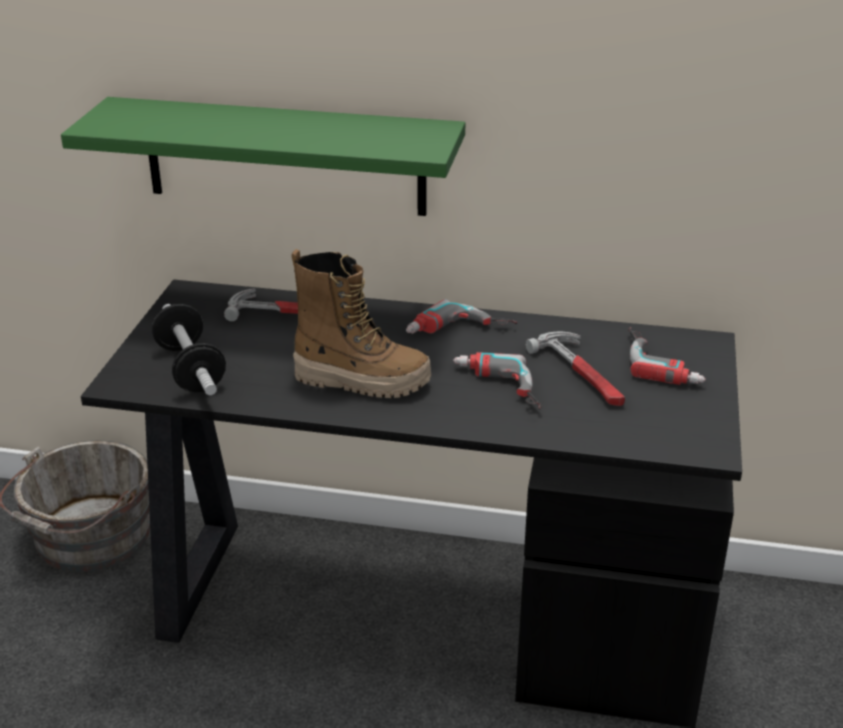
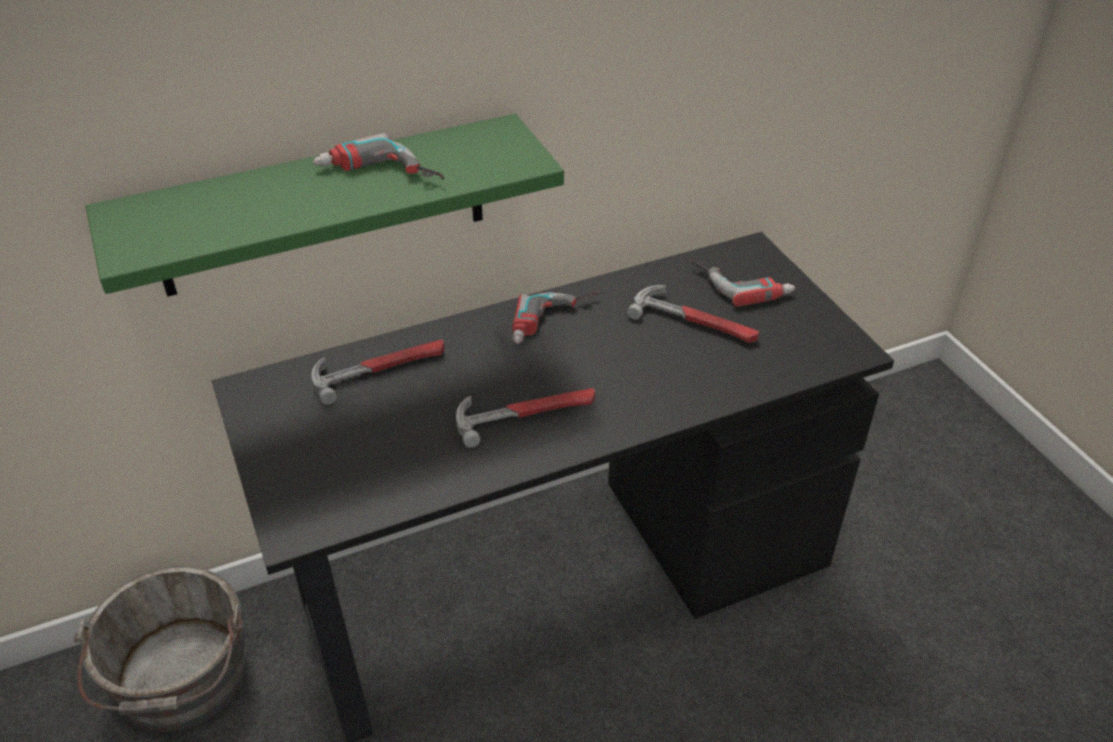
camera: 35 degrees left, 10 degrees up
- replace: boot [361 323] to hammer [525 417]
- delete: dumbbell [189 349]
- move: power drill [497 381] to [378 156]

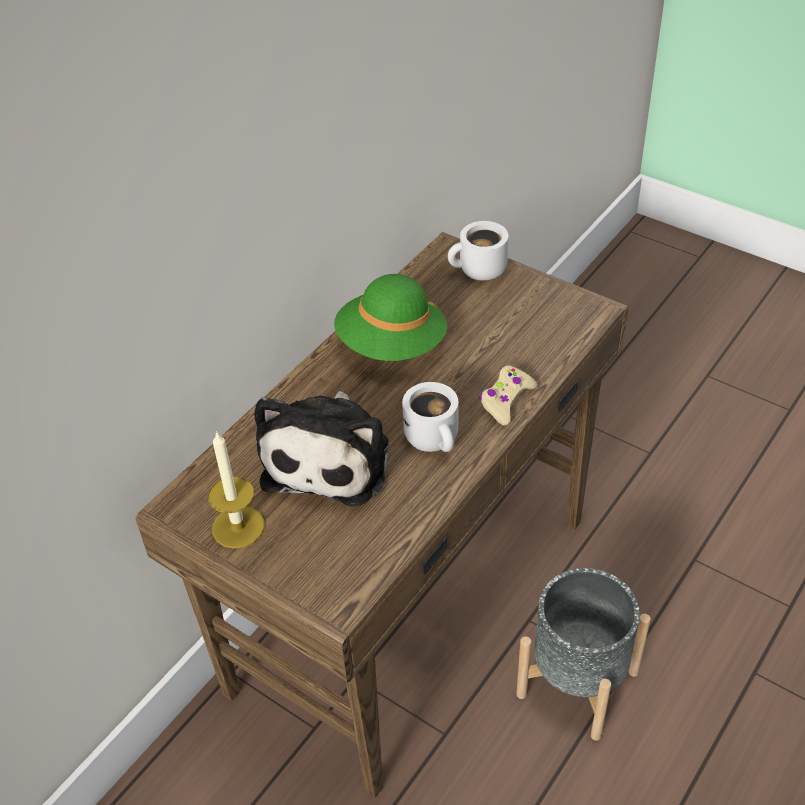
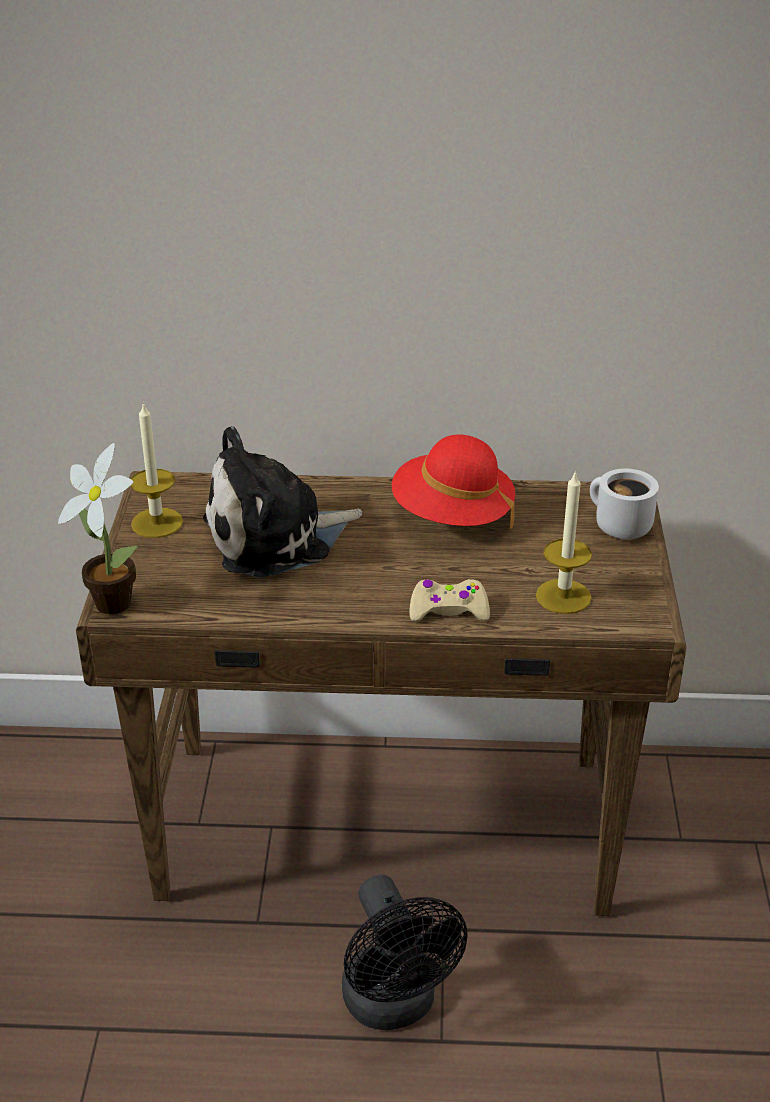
camera: 55 degrees right, 10 degrees down
- recolor: green hat [390 317] to red hat [453 482]
- delete: white mug [430 417]
- replace: grey planter [583 654] to black fan [405 952]
- insert: potted plant [98 528]
- insert: candle [564 542]

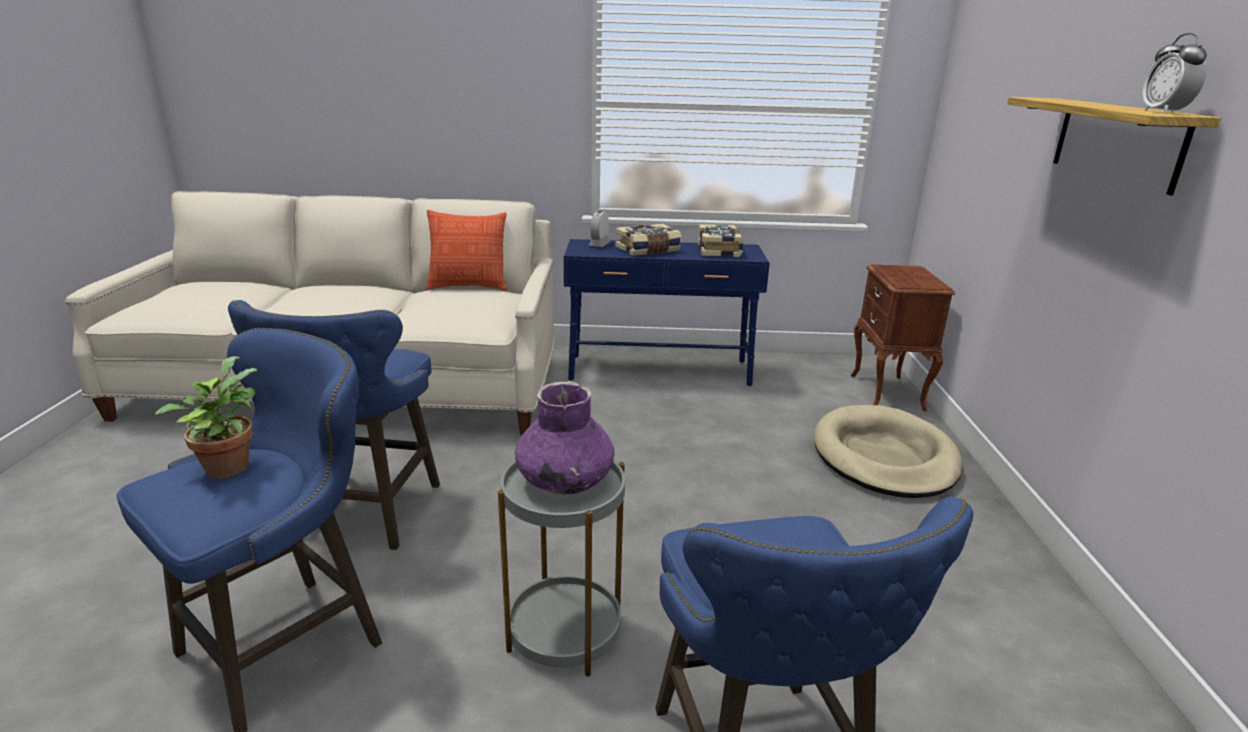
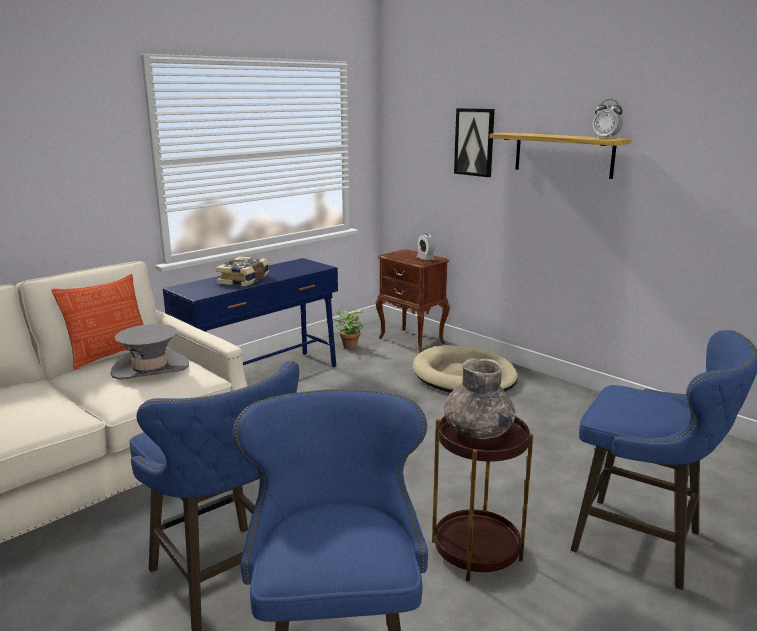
camera: 45 degrees left, 5 degrees down
- move: alarm clock [599 229] to [426 247]
- delete: book [720 240]
- move: potted plant [206 417] to [348 329]
- recolor: purple vase [564 438] to grey vase [480 398]
- recolor: grey side table [561 568] to brown side table [483 498]
- insert: picture [474 142]
- insert: grey hat [149 352]

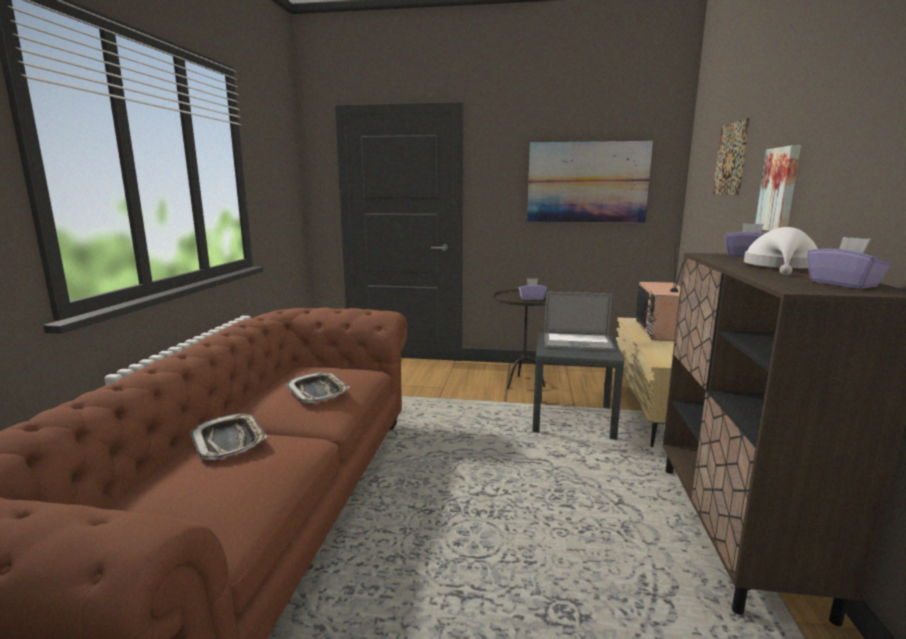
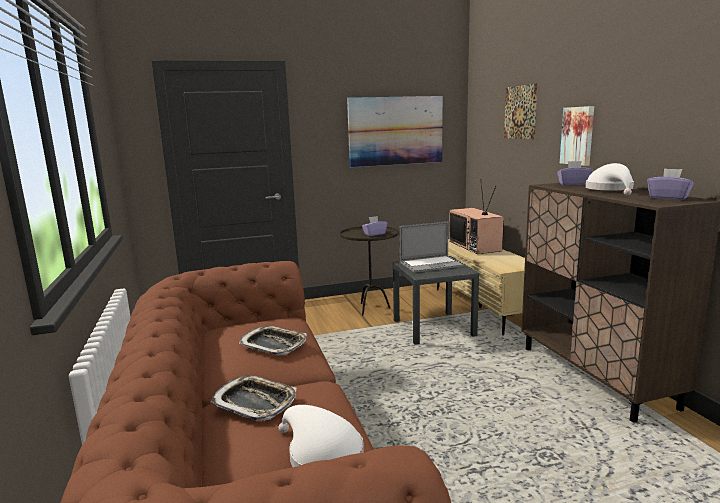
camera: 25 degrees left, 0 degrees up
- insert: white hat [321 436]

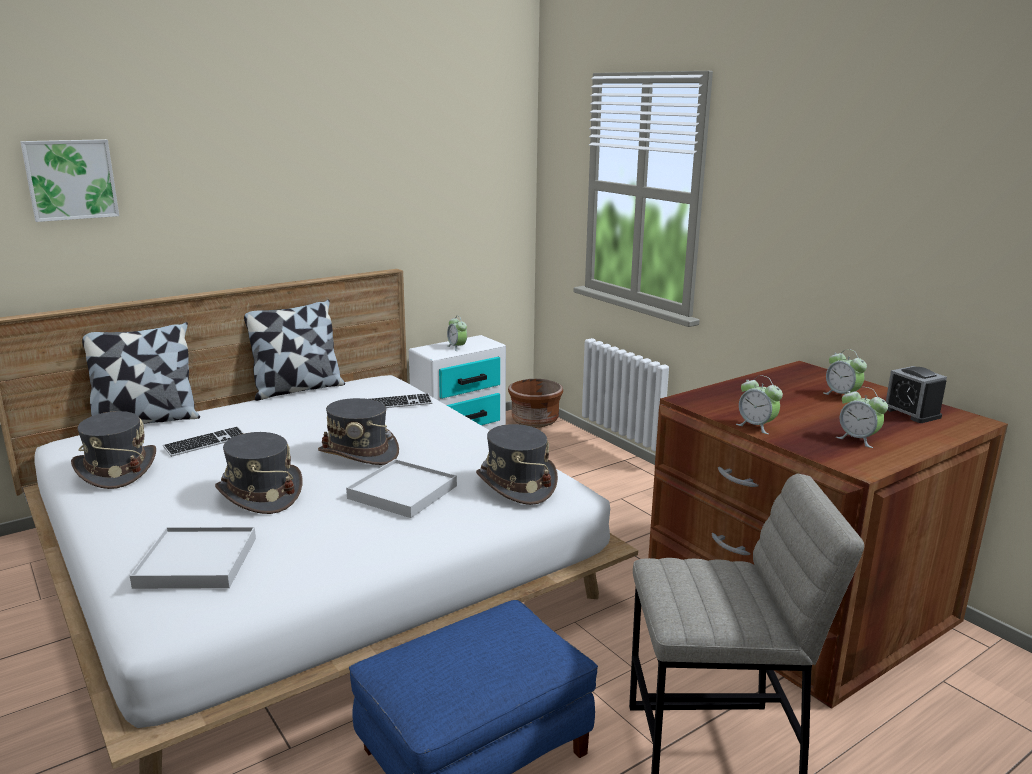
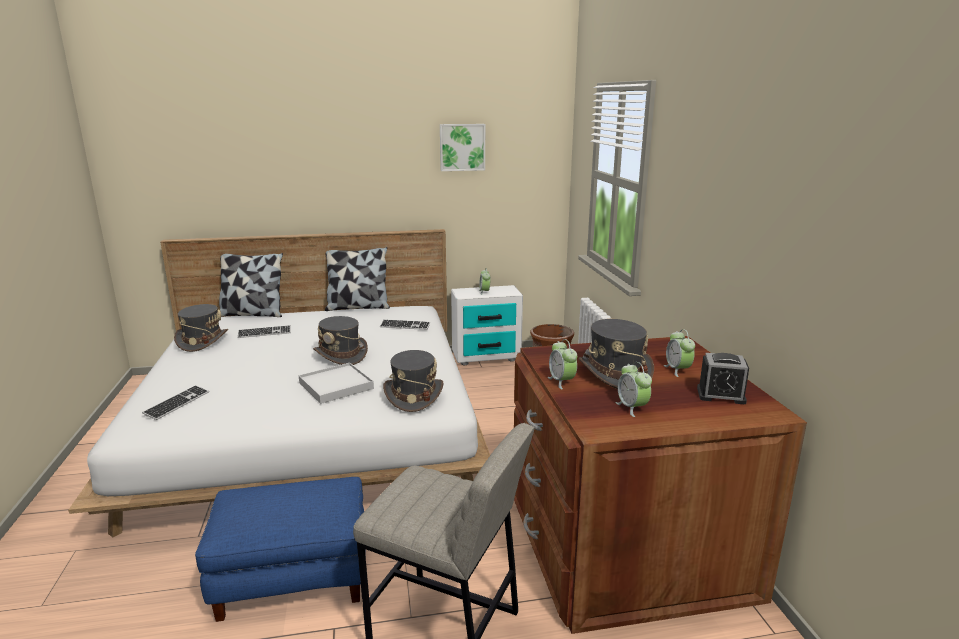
camera: 25 degrees right, 0 degrees up
- move: picture [69 180] to [462 147]
- rotate: alarm clock [916 394] = [723 378] 75 degrees counterclockwise
- move: grey hat [258 473] to [616 354]
- replace: white tray [193 558] to keyboard [175 402]

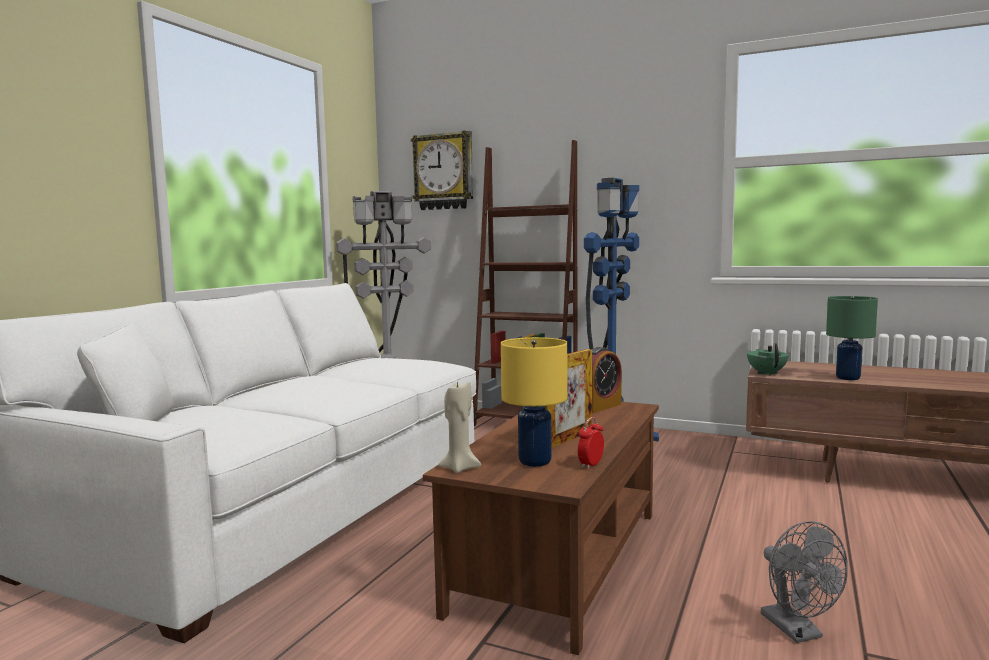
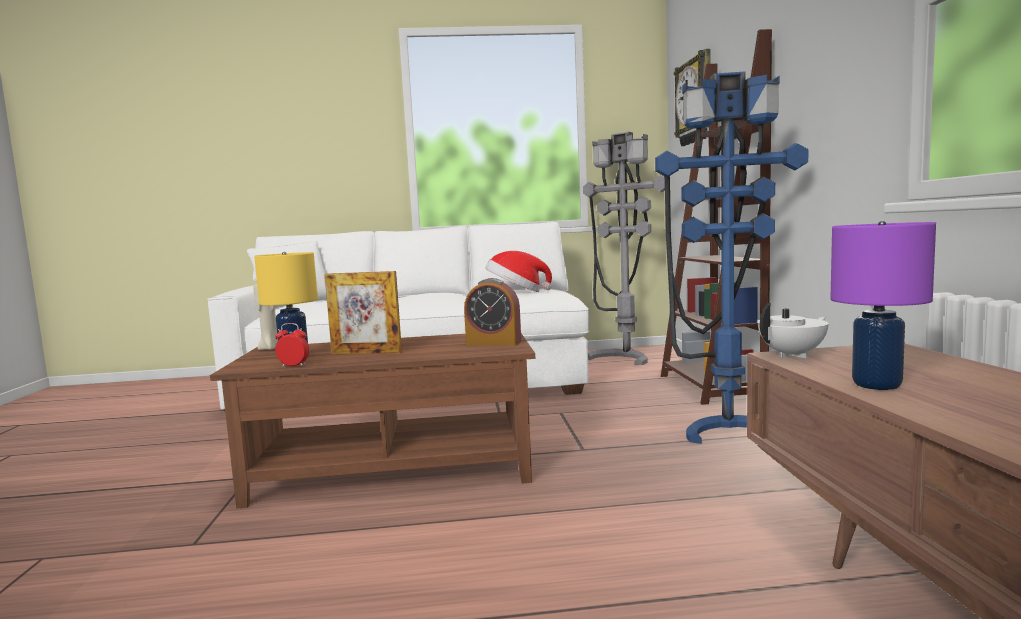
camera: 60 degrees right, 0 degrees up
- recolor: green table lamp [852 338] to purple table lamp [883 305]
- recolor: green teapot [768 359] to white teapot [793 331]
- delete: grey fan [804 582]
- insert: hat [518 271]

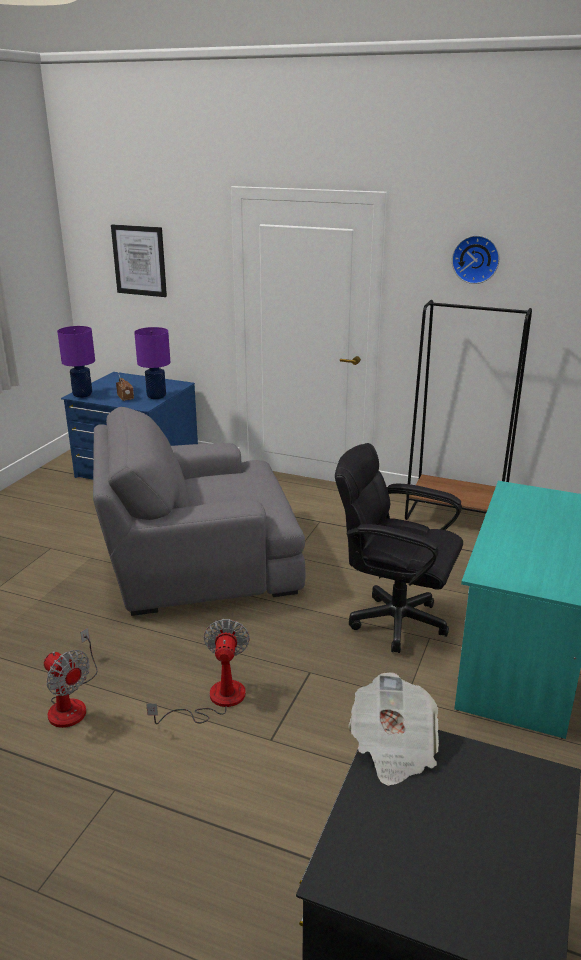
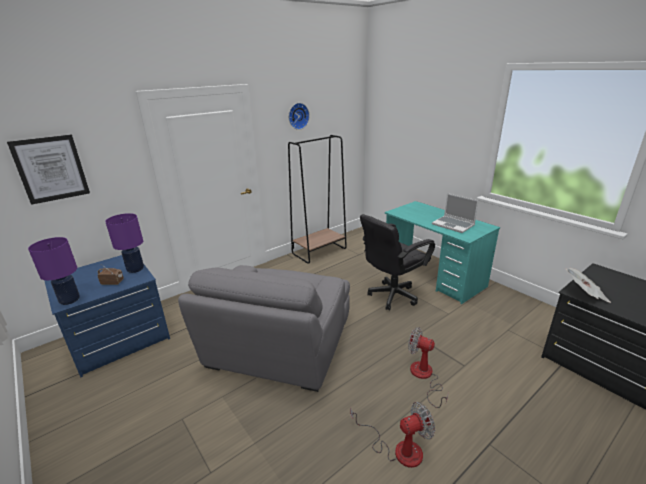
camera: 60 degrees left, 0 degrees up
- insert: laptop [455 213]

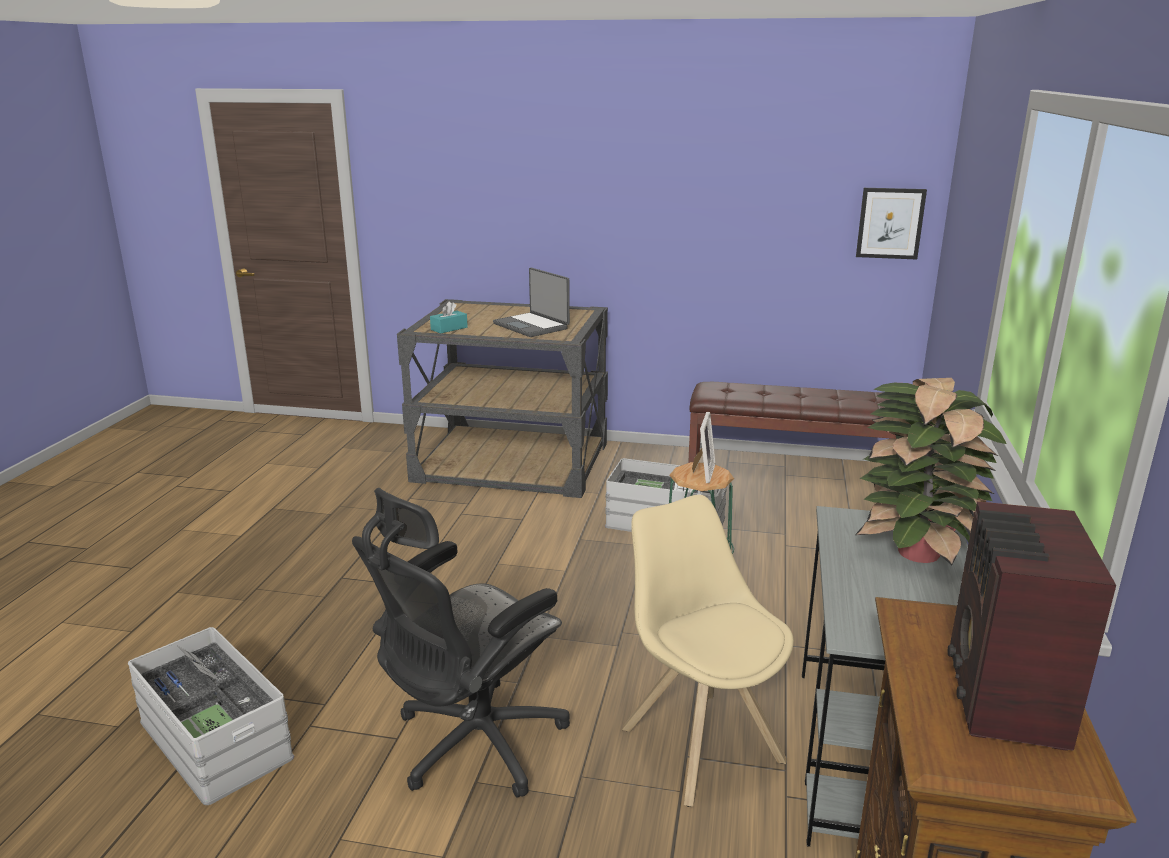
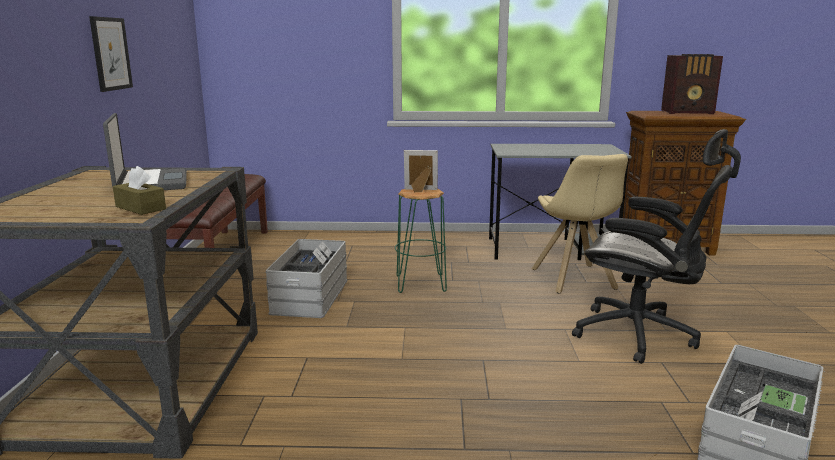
camera: 100 degrees left, 5 degrees down
- move: picture [891 223] to [111 54]
- rotate: laptop [531 302] = [145 151] 60 degrees counterclockwise
- recolor: turquoise tissue box [449 317] to brown tissue box [139 190]
- delete: potted plant [931 471]
- rotate: beige chair [708 651] = [580 223] 60 degrees counterclockwise

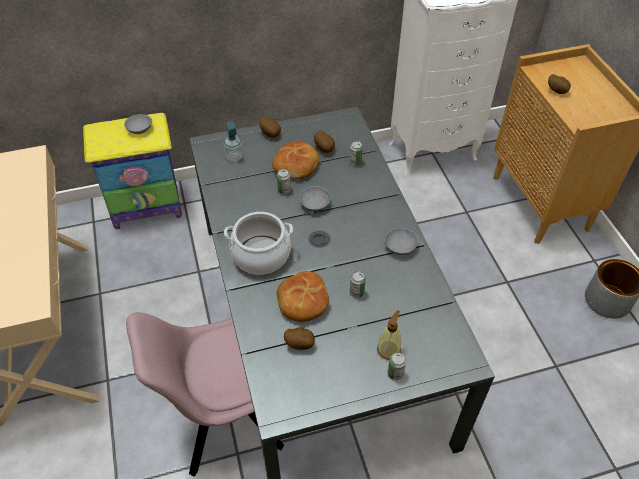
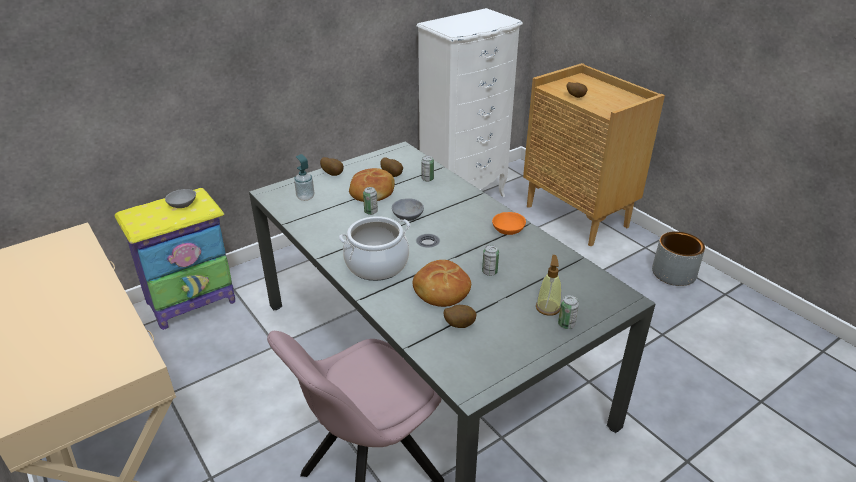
camera: 20 degrees left, 15 degrees down
- recolor: grey bowl [401 241] to orange bowl [509 223]

